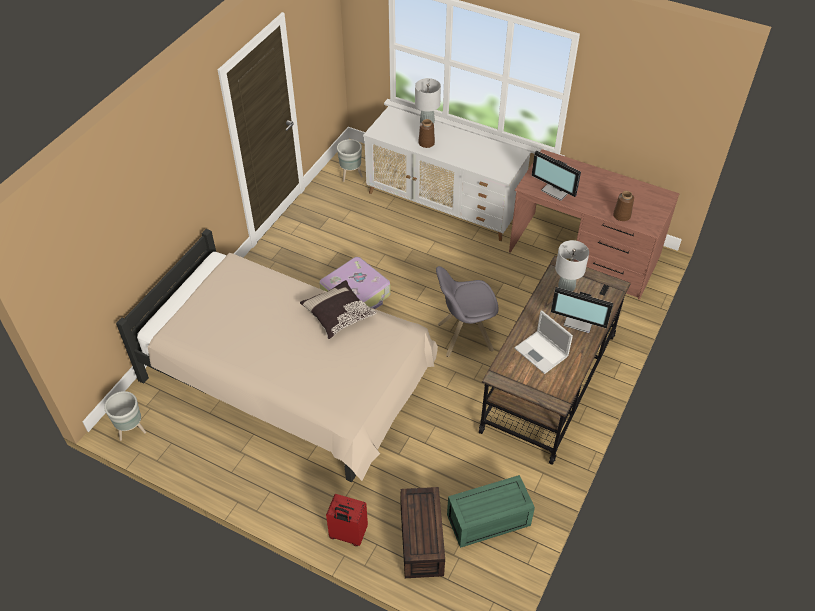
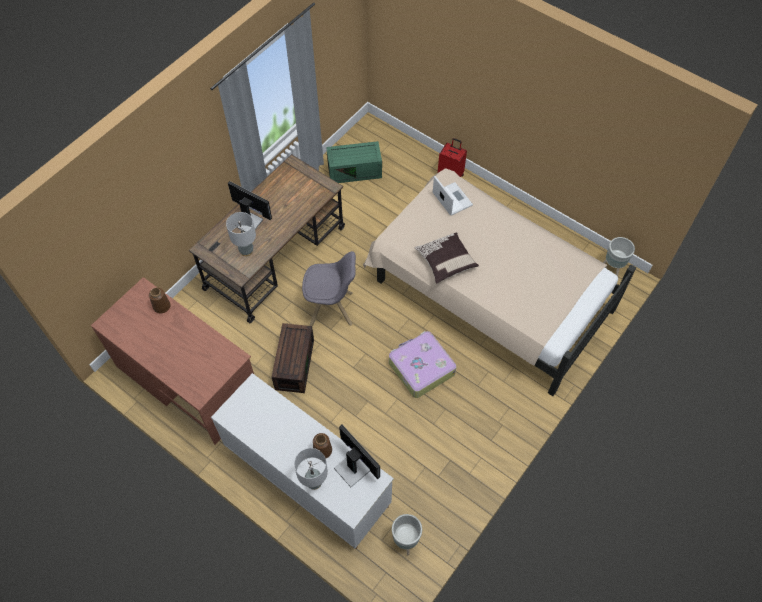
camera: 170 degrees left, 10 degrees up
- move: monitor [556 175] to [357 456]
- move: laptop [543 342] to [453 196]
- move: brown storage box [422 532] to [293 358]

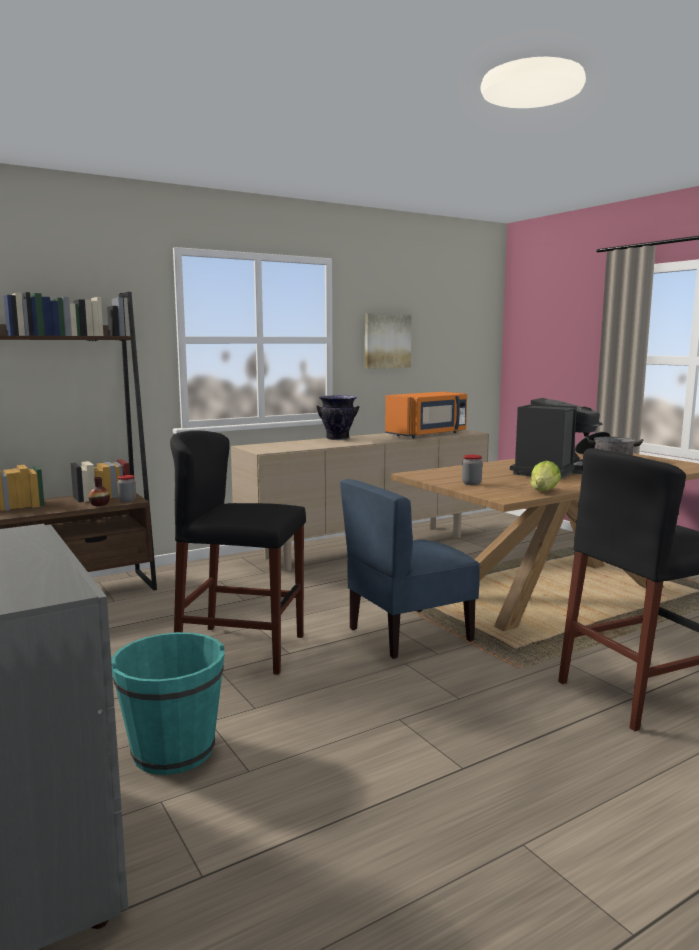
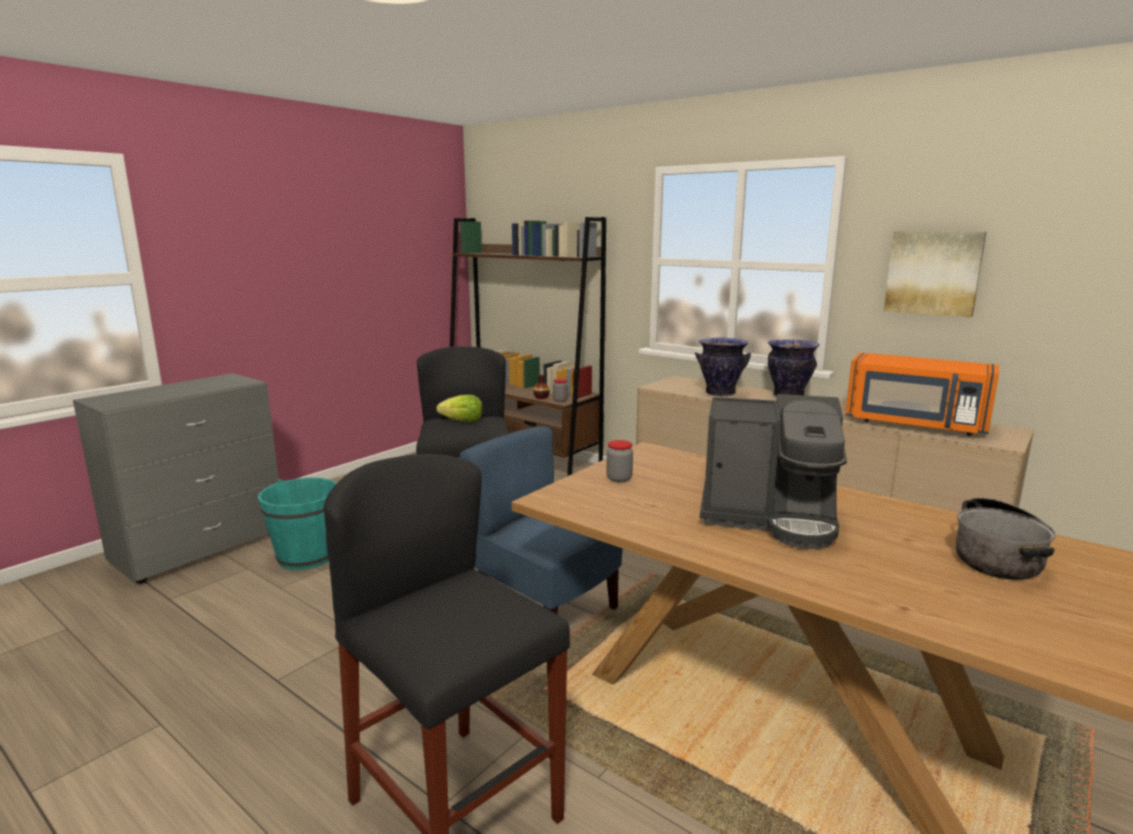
camera: 70 degrees right, 5 degrees up
- move: lettuce [545 476] to [460 408]
- insert: vase [723 367]

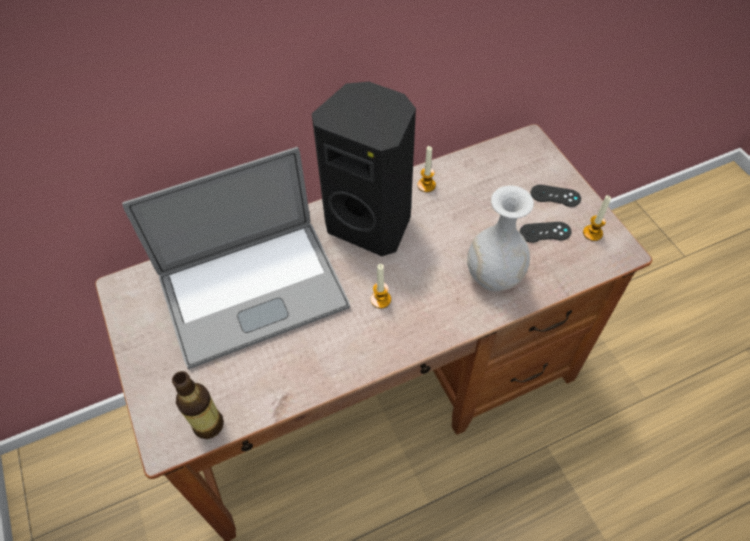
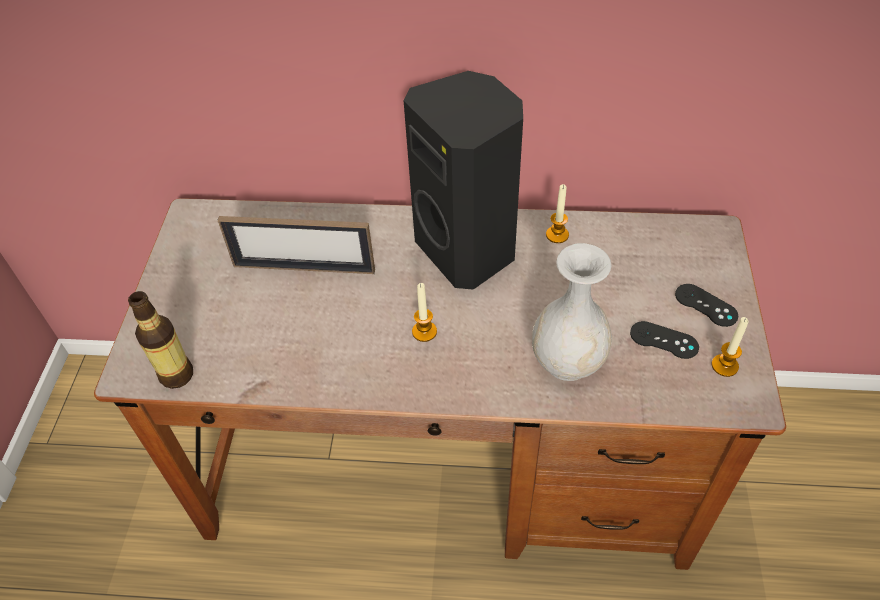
camera: 30 degrees right, 5 degrees down
- replace: laptop [236 258] to picture frame [296 245]

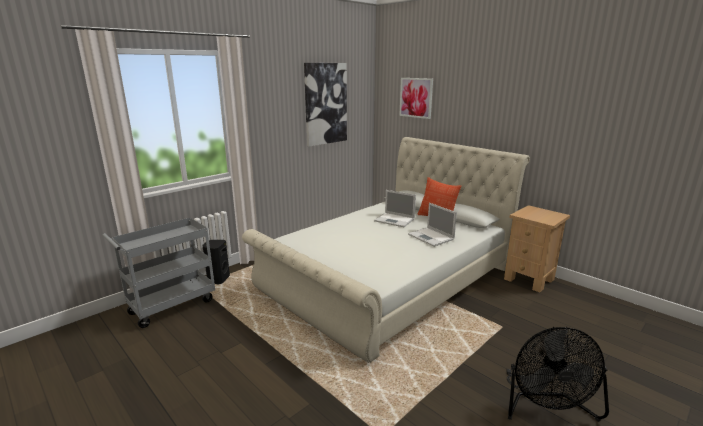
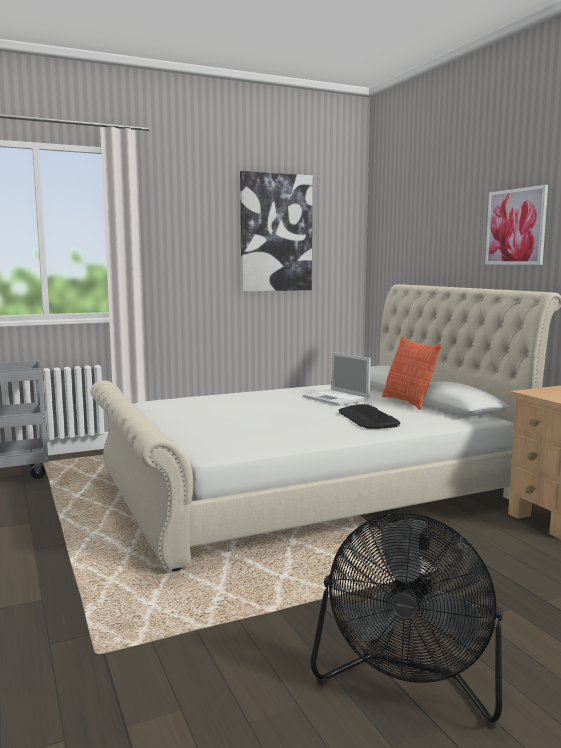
camera: 20 degrees right, 10 degrees down
- move: picture [416 98] to [516 225]
- replace: laptop [432 225] to keyboard [369 416]
- delete: black speaker [216 262]

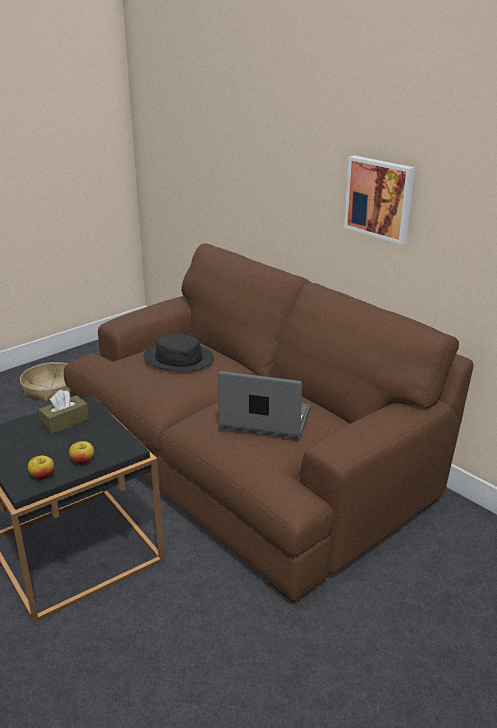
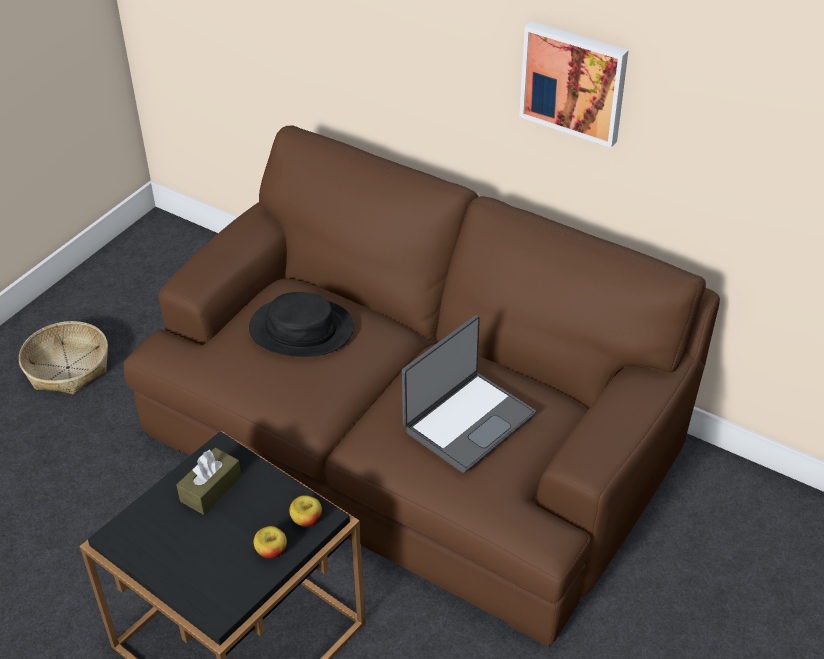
camera: 15 degrees left, 15 degrees up
- rotate: laptop [264 405] = [469 394] 135 degrees clockwise
- move: apple [41 467] to [305 511]

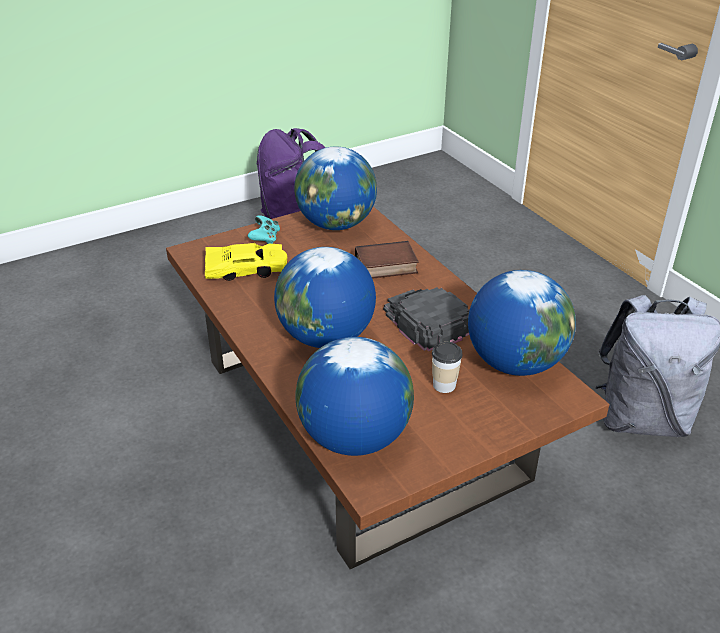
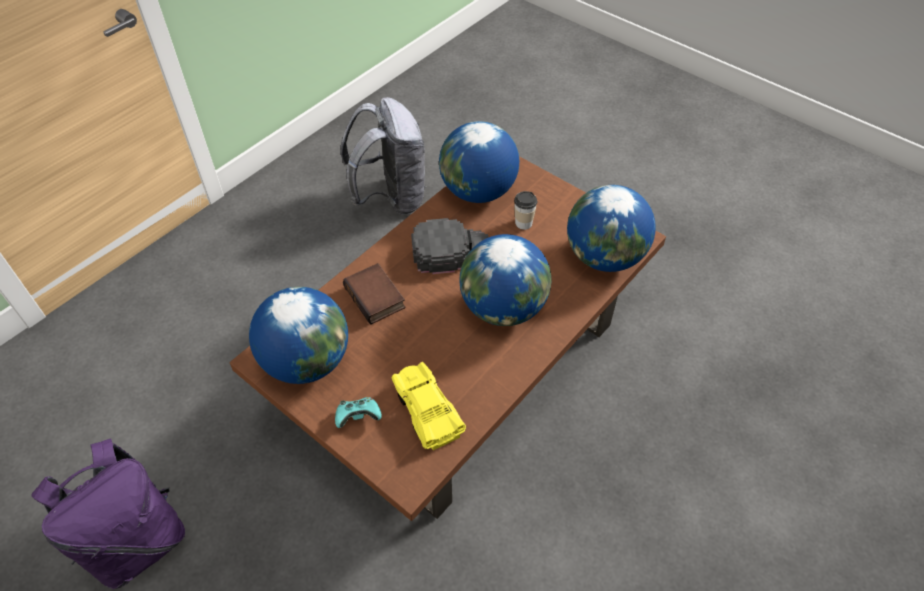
camera: 110 degrees left, 15 degrees up
- rotate: black cap [426 319] = [450 246] 135 degrees counterclockwise

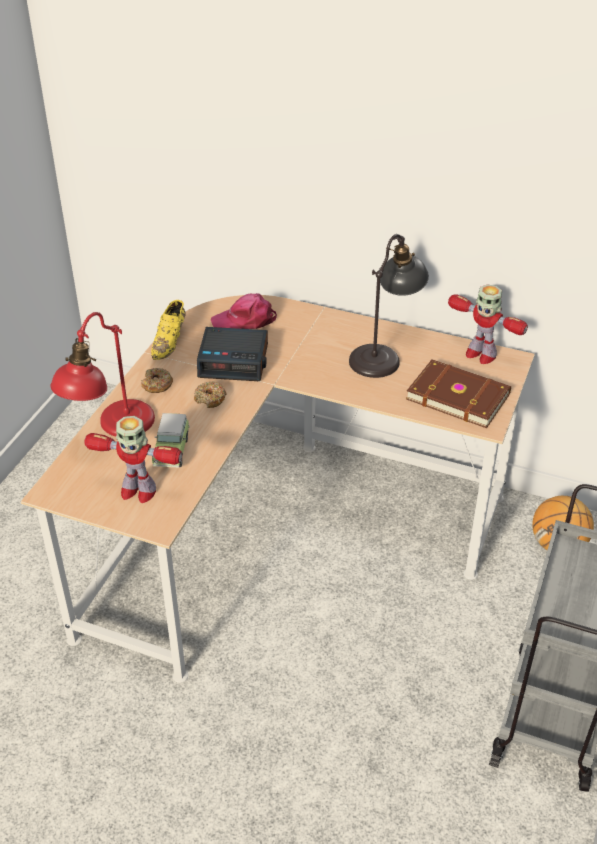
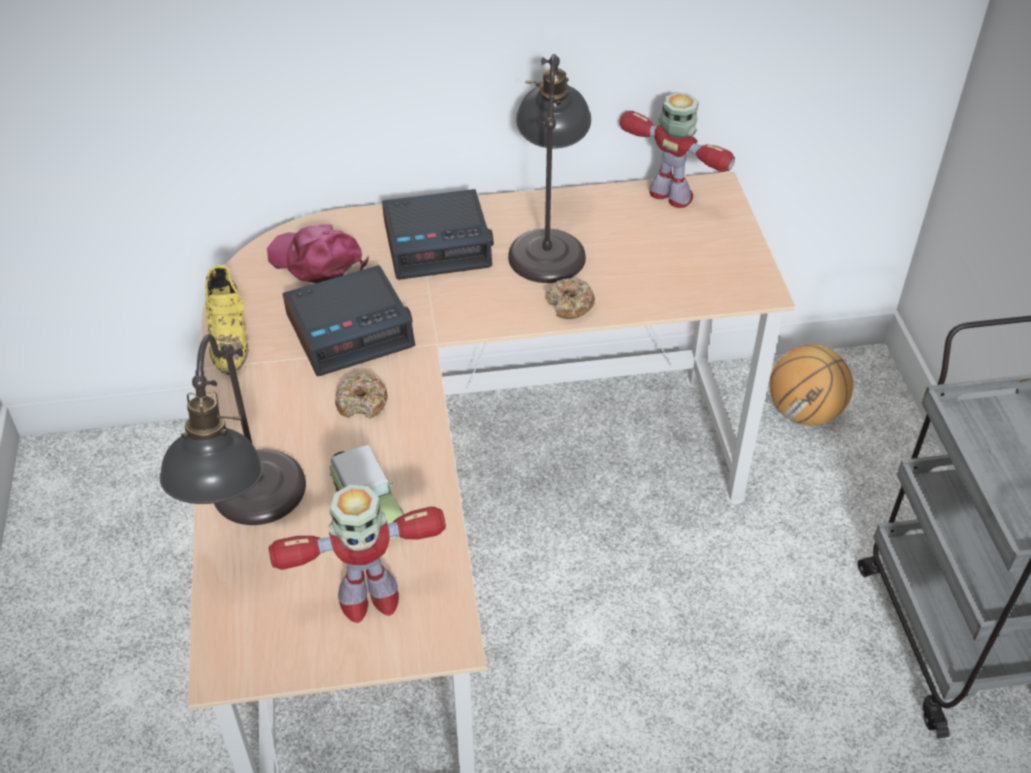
camera: 30 degrees left, 5 degrees up
- rotate: toy robot [488 324] = [677 150] 150 degrees counterclockwise
- rotate: pink cap [244 311] = [318 253] 75 degrees clockwise
- recolor: red table lamp [102 374] to grey table lamp [233 429]
- delete: brown book [458 393]
- move: donut [157 380] to [570 298]
- insert: alarm clock [438 234]

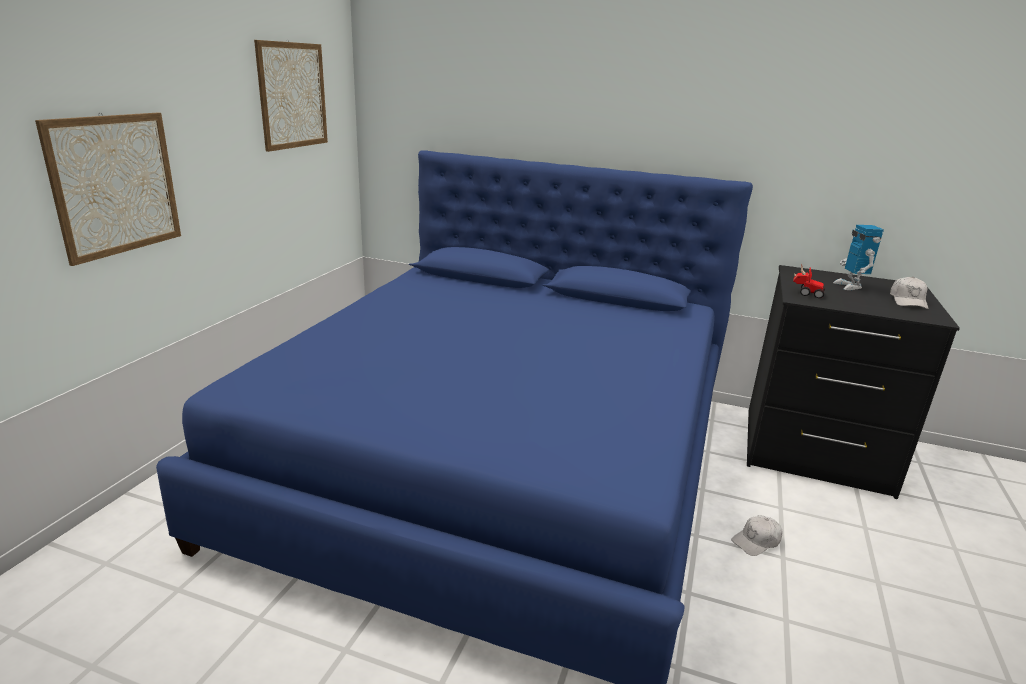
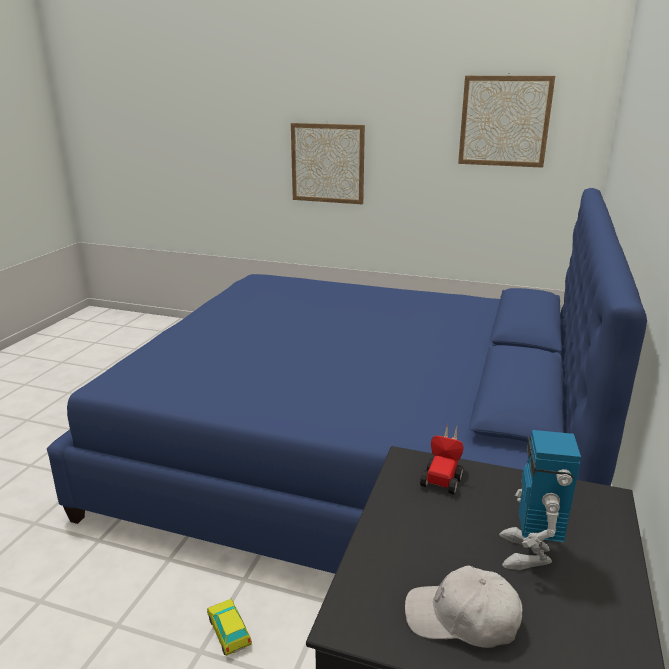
camera: 90 degrees right, 0 degrees up
- rotate: toy robot [858 257] = [540 500] 75 degrees counterclockwise
- replace: white cap [757 535] to toy car [229 627]

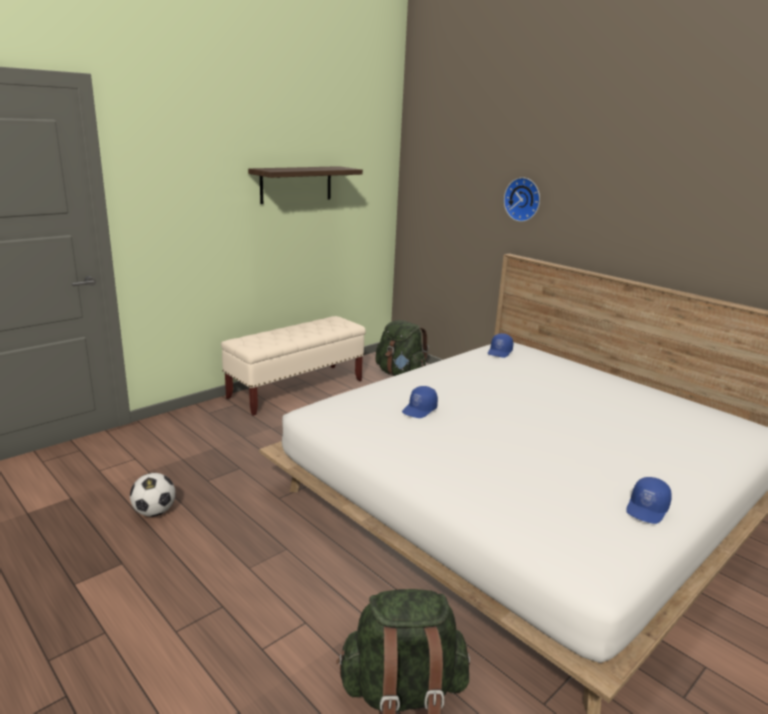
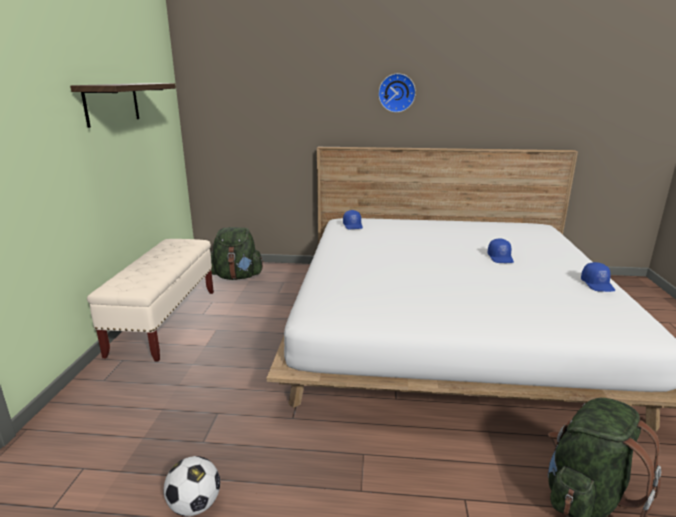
camera: 40 degrees left, 0 degrees up
- move: wall clock [522 199] to [397 93]
- move: blue cap [420 402] to [500 250]

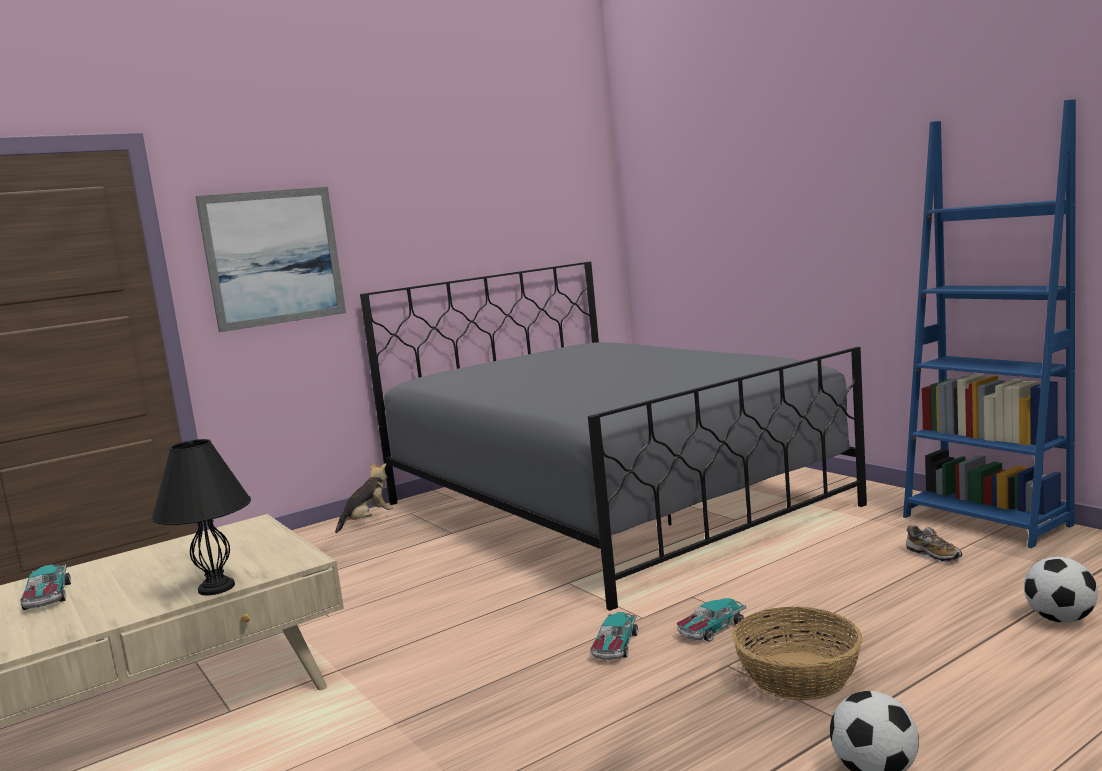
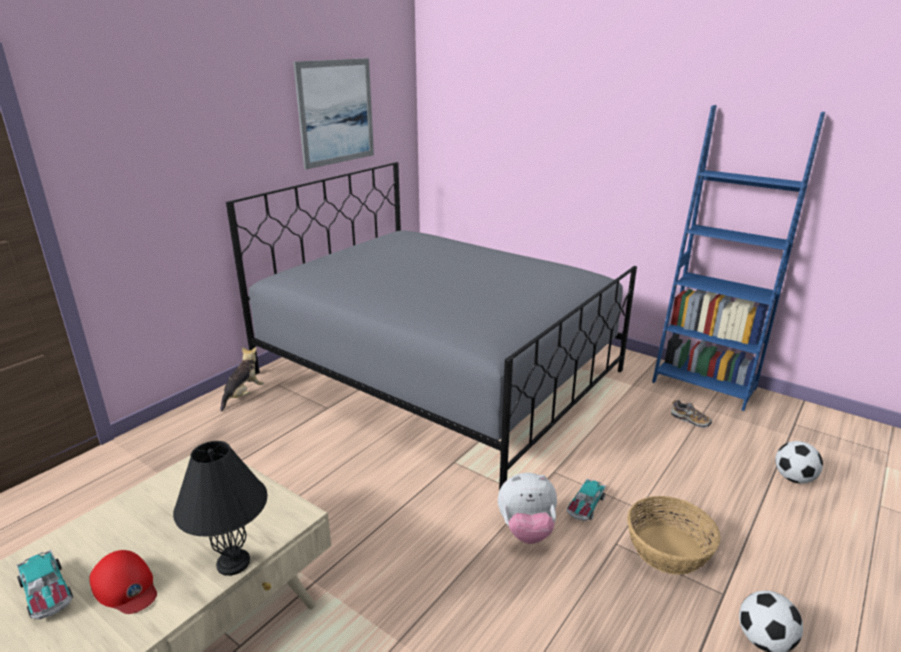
camera: 20 degrees left, 15 degrees up
- move: picture [270 259] to [333 114]
- replace: toy car [614 636] to plush toy [527 508]
- insert: red cap [123 582]

